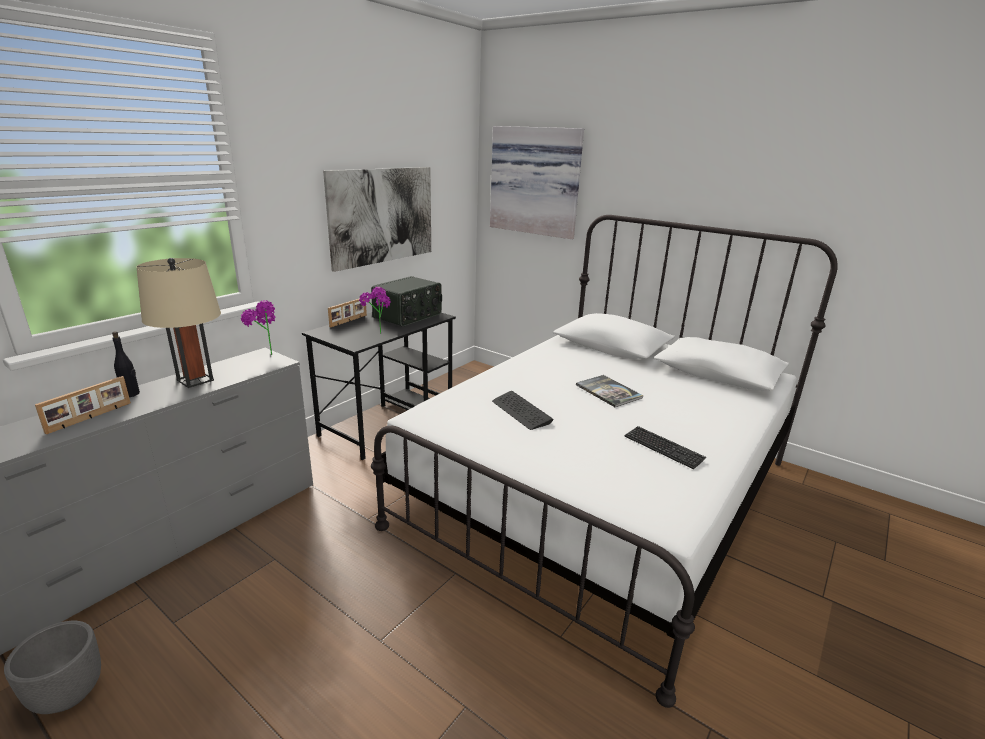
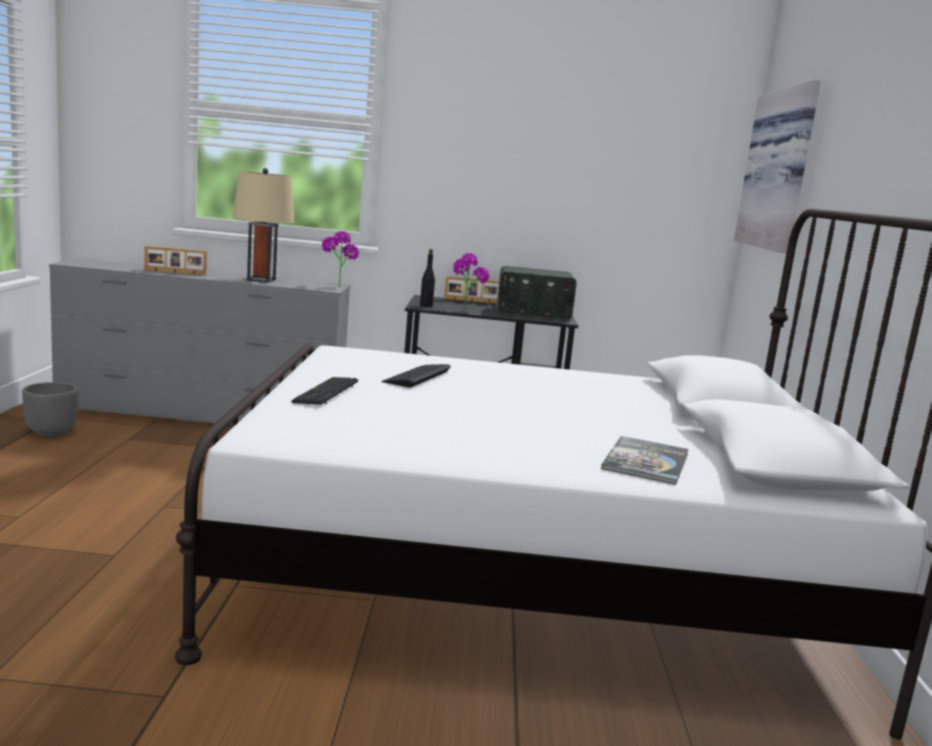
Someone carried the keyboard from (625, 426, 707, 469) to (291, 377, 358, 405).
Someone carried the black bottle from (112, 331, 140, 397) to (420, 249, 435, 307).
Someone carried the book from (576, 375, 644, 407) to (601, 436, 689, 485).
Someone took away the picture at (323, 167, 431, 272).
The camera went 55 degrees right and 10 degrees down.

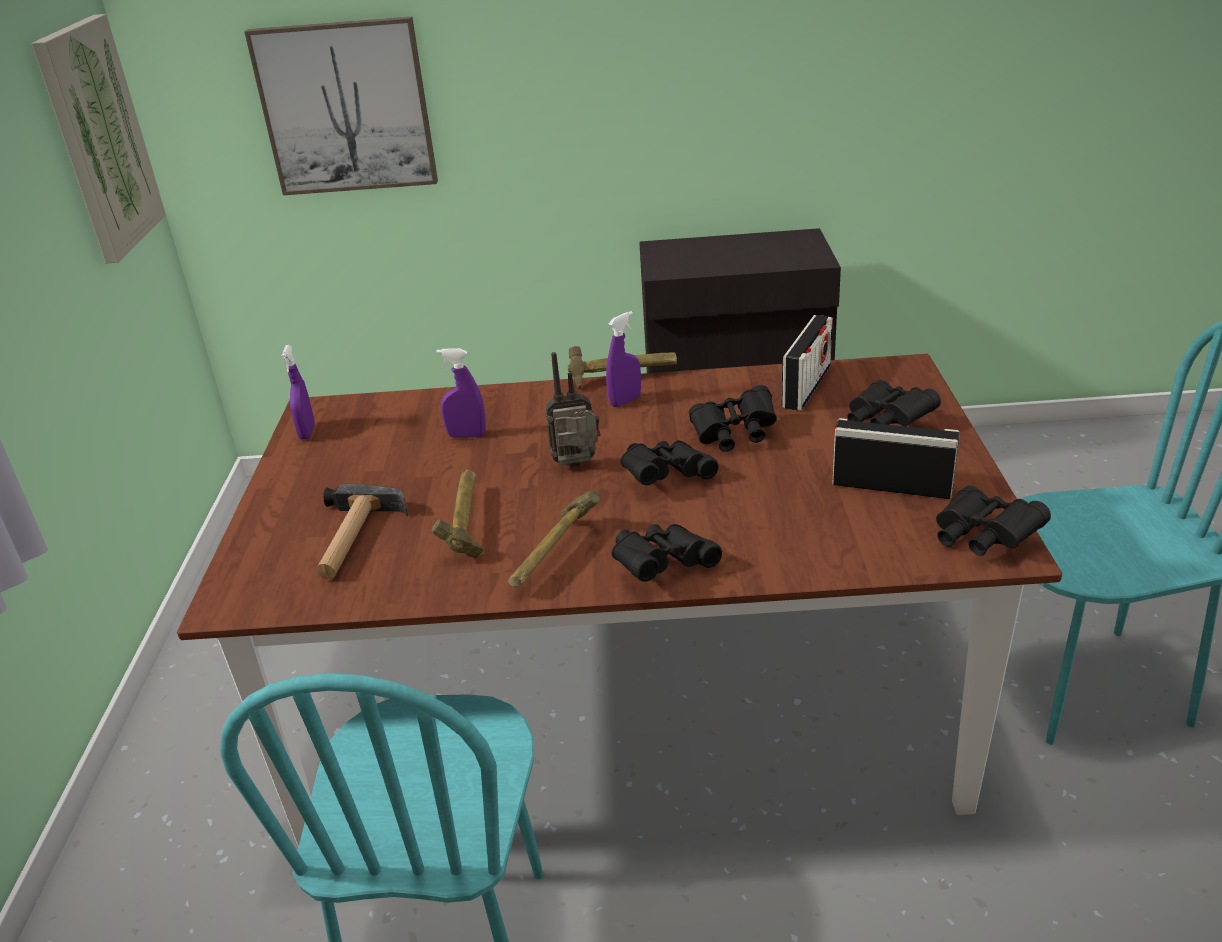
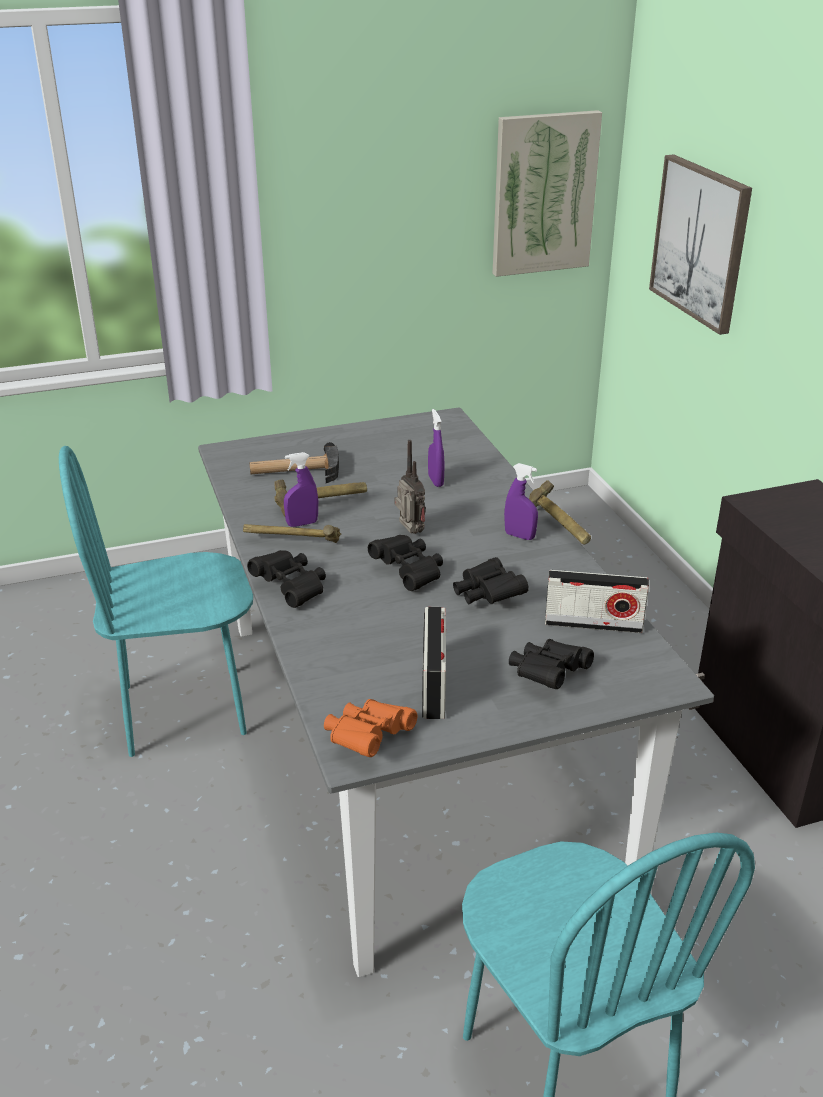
Someone repainted the brown dining table at (177, 354, 1062, 847), which became the grey dining table at (198, 407, 714, 977).
Someone carried the purple spray bottle from (281, 345, 315, 439) to (284, 452, 318, 527).
Someone repainted the black binoculars at (936, 486, 1051, 556), which became the orange binoculars at (324, 699, 417, 757).
The camera went 70 degrees right and 0 degrees up.

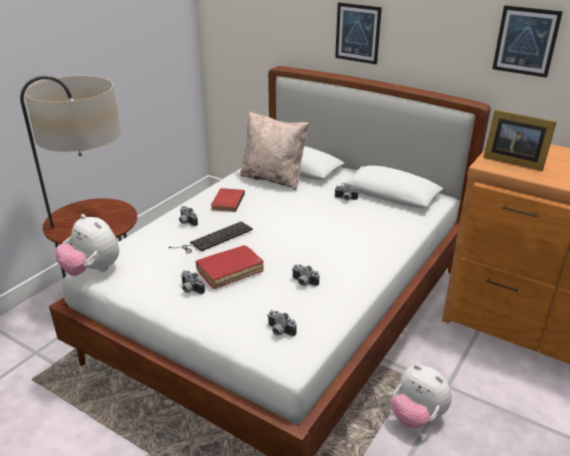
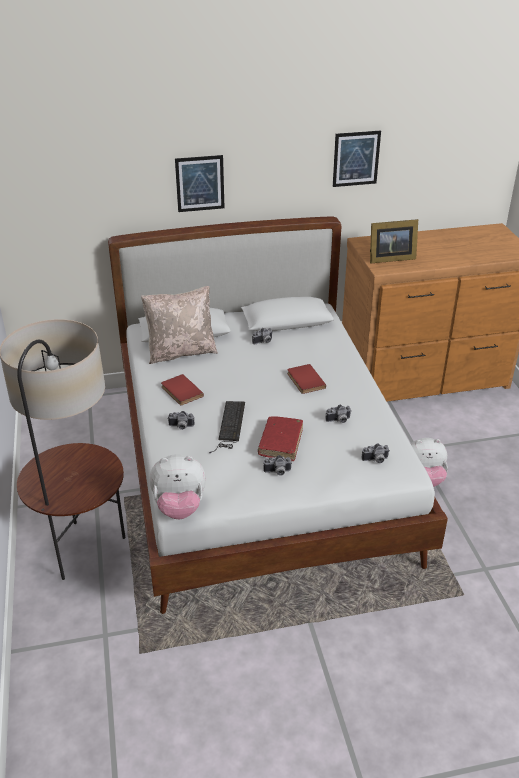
Someone put down the red book at (287, 364, 326, 394).
The camera went 45 degrees left and 5 degrees up.

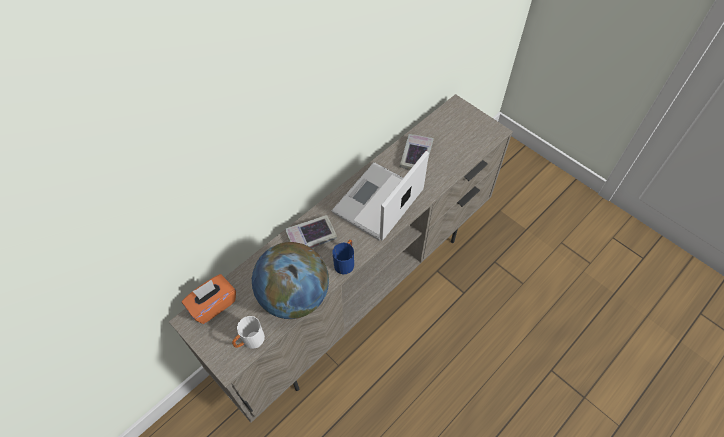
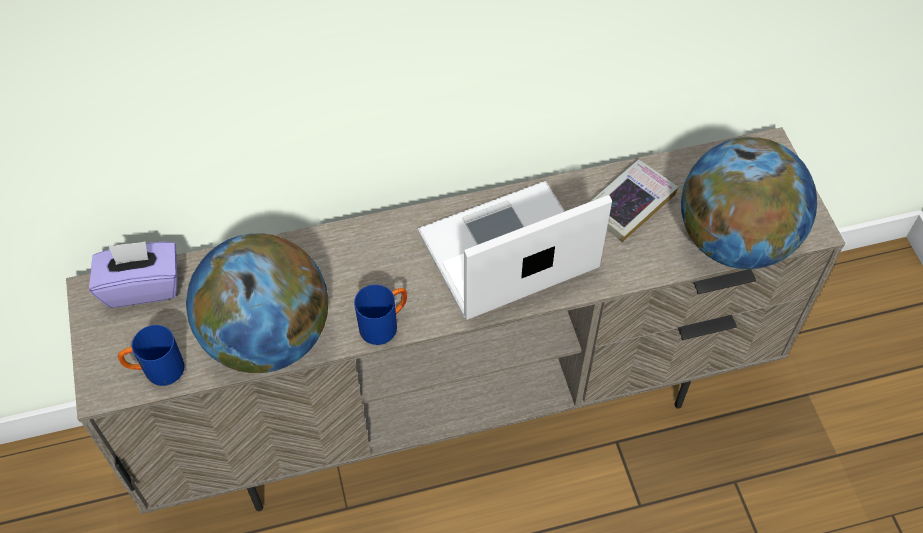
Someone repainted the orange tissue box at (182, 274, 236, 324), which became the purple tissue box at (89, 242, 177, 308).
Someone repainted the white mug at (232, 316, 265, 349), which became the blue mug at (118, 325, 185, 386).
Someone put down the globe at (681, 137, 817, 269).
Someone took away the book at (285, 215, 337, 248).
The camera went 30 degrees right and 0 degrees up.

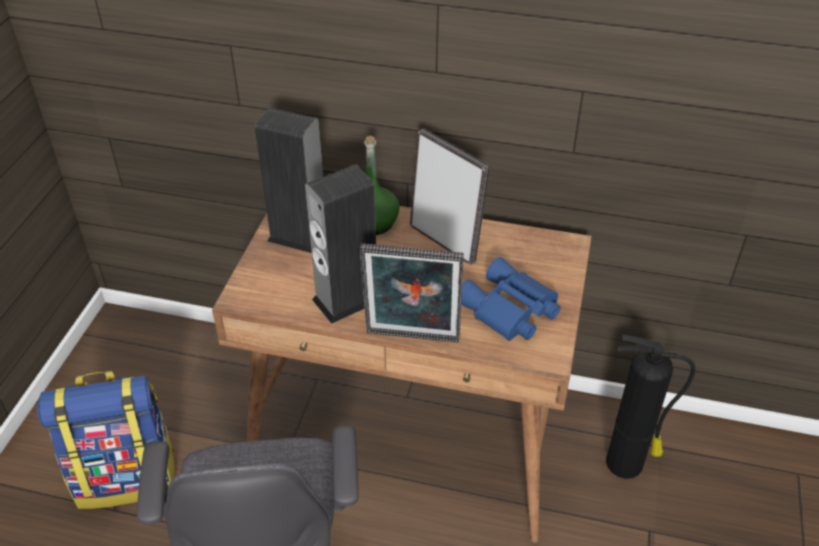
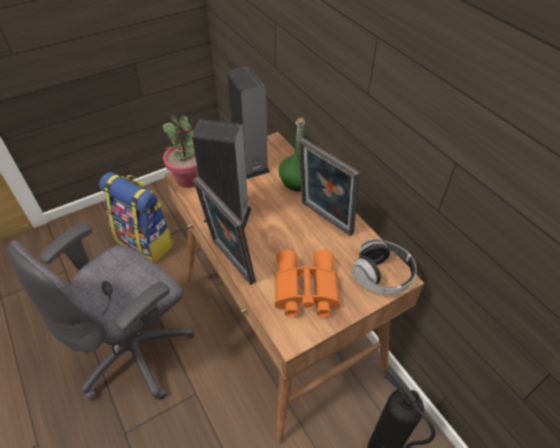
Someone put down the potted plant at (163, 116, 199, 188).
Someone repainted the blue binoculars at (461, 257, 561, 341), which became the orange binoculars at (275, 250, 340, 317).
Someone rotated the picture frame at (410, 129, 490, 265) by 135 degrees clockwise.
Someone put down the headphones at (352, 239, 416, 295).
The camera went 45 degrees right and 5 degrees up.

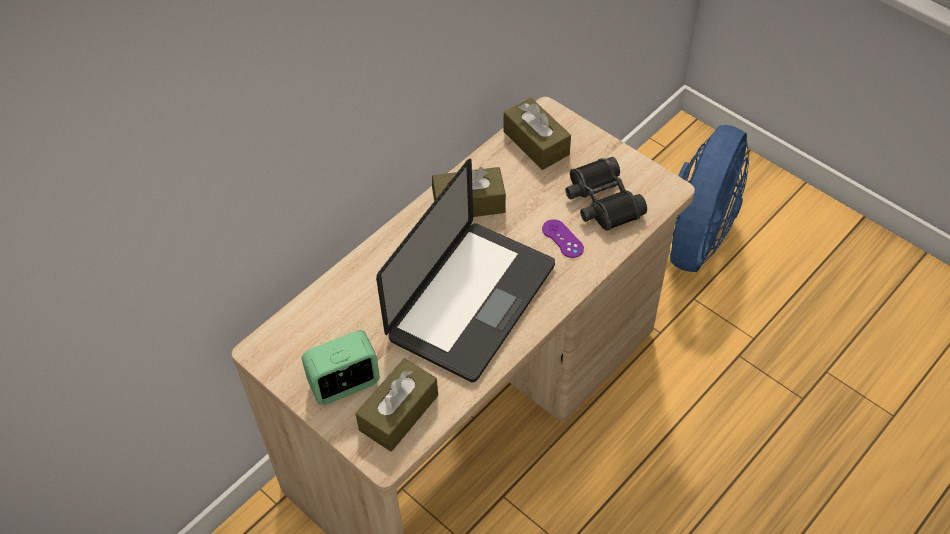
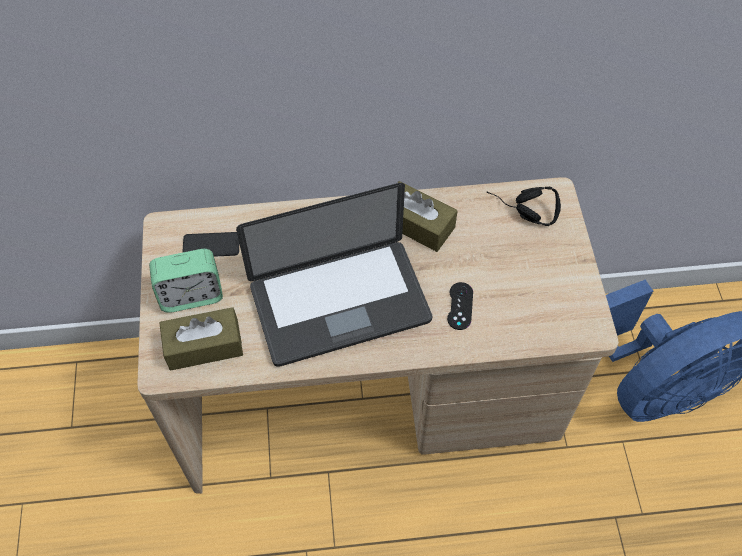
Someone rotated the alarm clock at (302, 331, 380, 405) by 150 degrees clockwise.
Someone put down the phone at (182, 232, 239, 257).
Someone repainted the purple game controller at (542, 219, 584, 258), which became the black game controller at (447, 282, 473, 330).
Someone swapped the brown tissue box at (504, 98, 571, 170) for the black headphones at (487, 187, 561, 226).
Someone took away the black binoculars at (565, 157, 647, 231).
The camera went 40 degrees right and 5 degrees up.

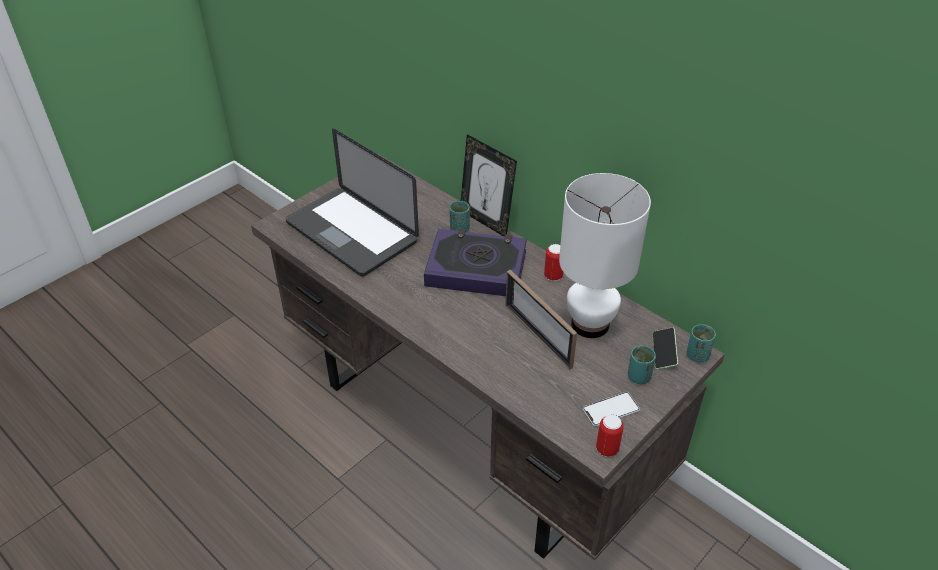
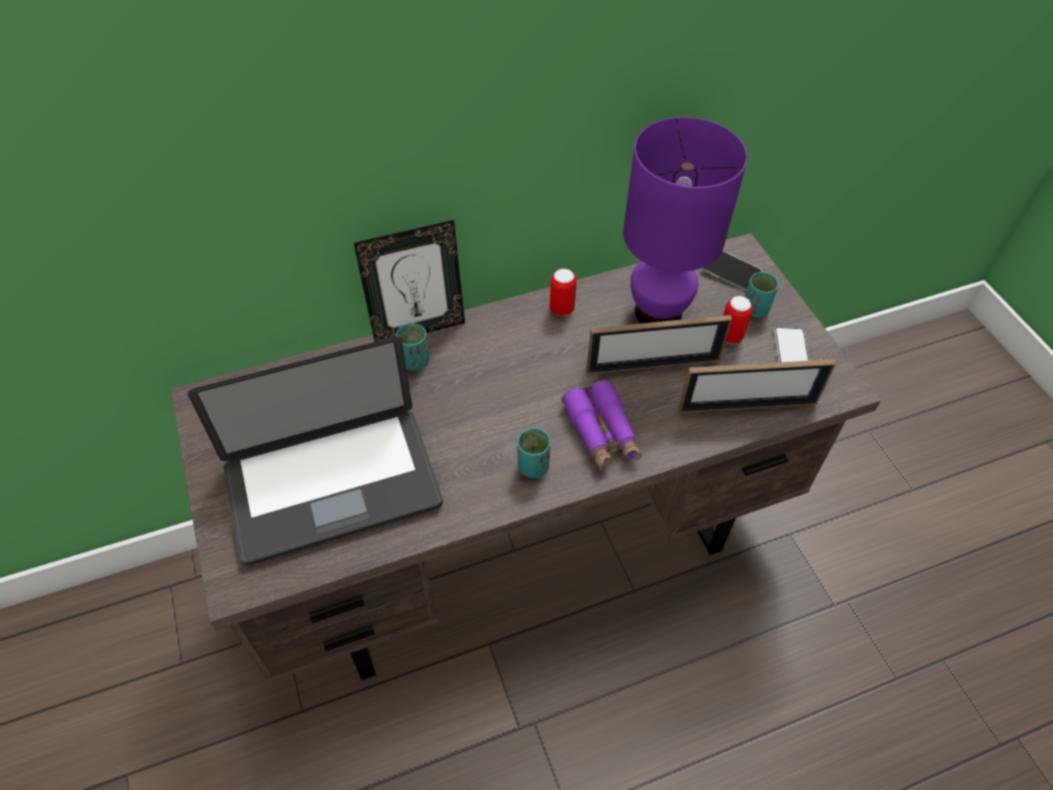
Someone carried the turquoise cup from (687, 324, 716, 362) to (517, 428, 550, 478).
Someone put down the purple binoculars at (562, 380, 642, 471).
Someone repainted the white table lamp at (559, 173, 651, 338), which became the purple table lamp at (623, 117, 747, 323).
Someone put down the picture frame at (678, 359, 836, 413).
Someone carried the can from (596, 415, 624, 457) to (723, 296, 753, 344).
Someone took away the book at (424, 229, 527, 296).
The camera went 65 degrees left and 10 degrees up.

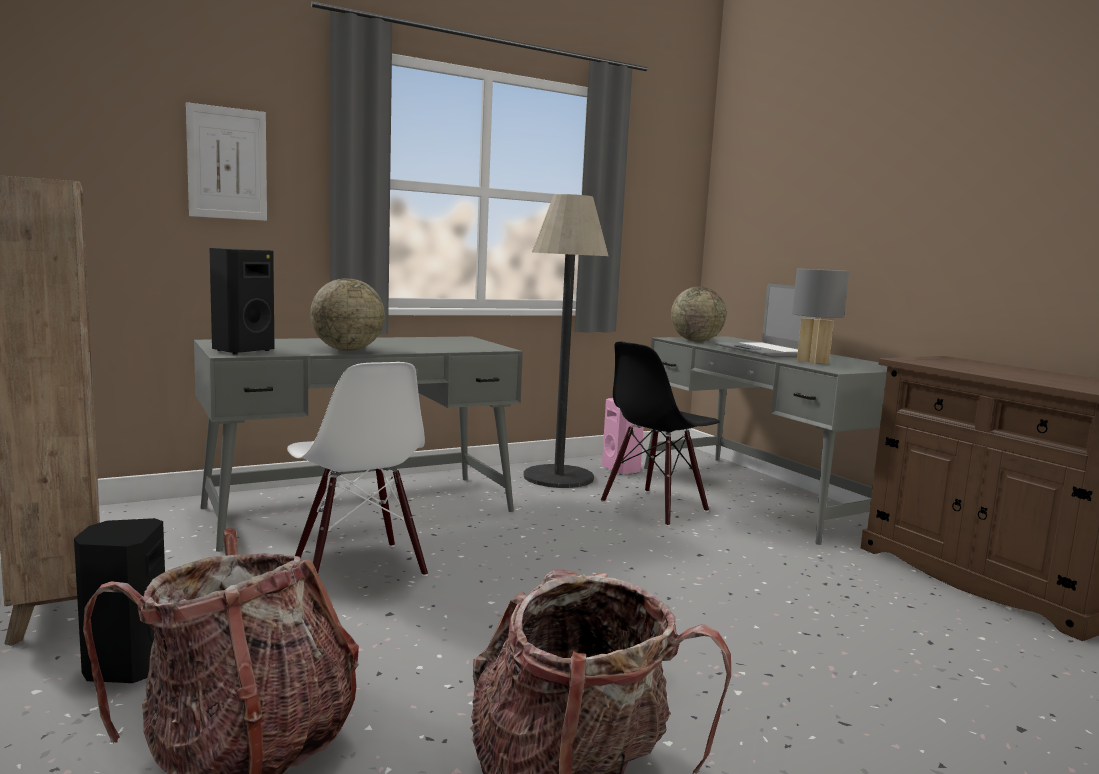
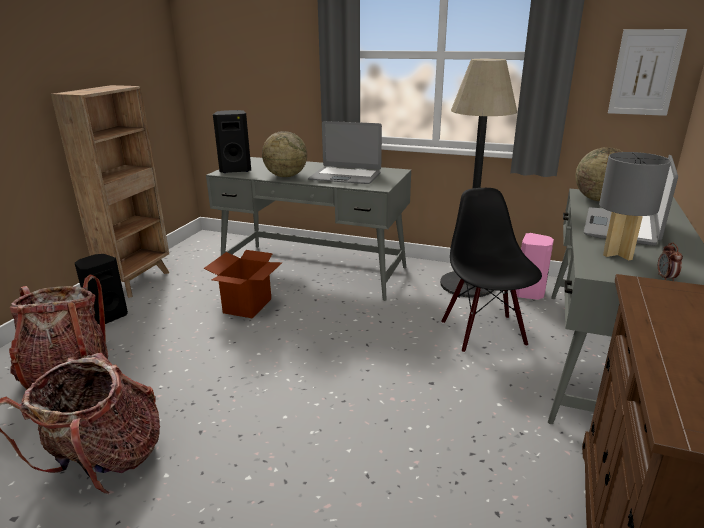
Someone swapped the white chair at (287, 362, 428, 576) for the cardboard box at (204, 250, 283, 318).
Someone put down the laptop at (308, 121, 382, 184).
Someone rotated the black chair at (601, 342, 720, 526) by 75 degrees clockwise.
Someone carried the picture from (186, 102, 267, 221) to (608, 29, 687, 116).
Someone put down the alarm clock at (658, 242, 683, 281).
The camera went 50 degrees right and 15 degrees up.

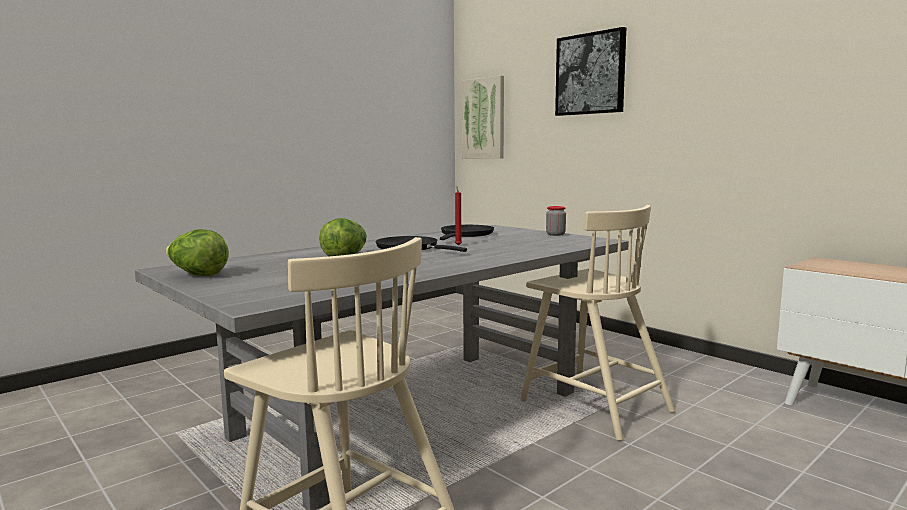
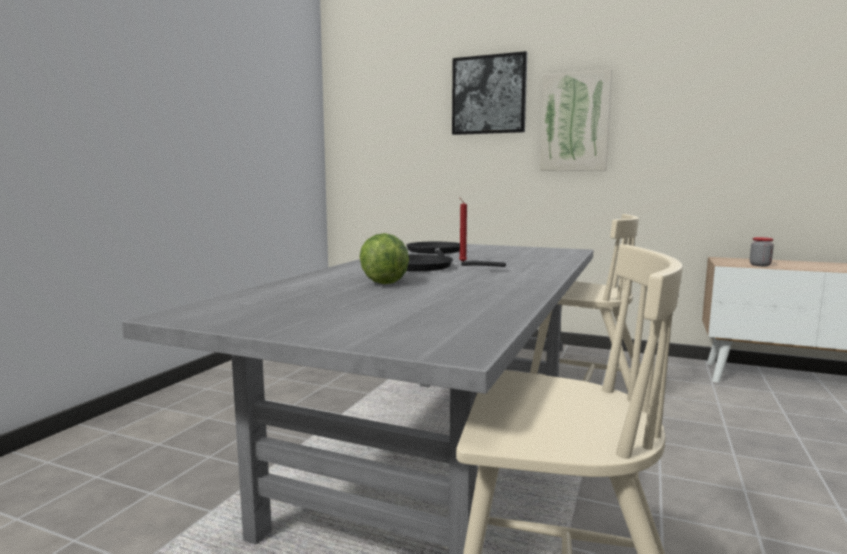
Someone carried the picture from (462, 75, 504, 159) to (540, 70, 612, 171).
Someone carried the jar from (546, 206, 566, 236) to (750, 237, 774, 266).
Someone took away the lettuce at (166, 229, 229, 276).
The camera went 25 degrees left and 0 degrees up.

